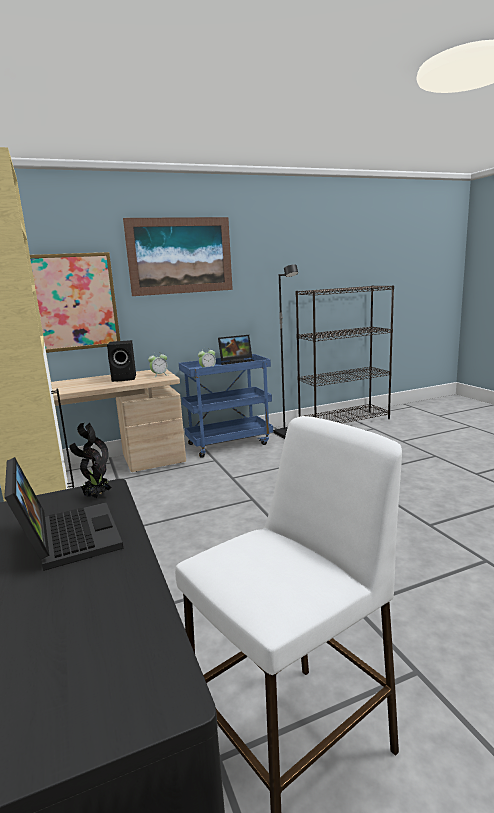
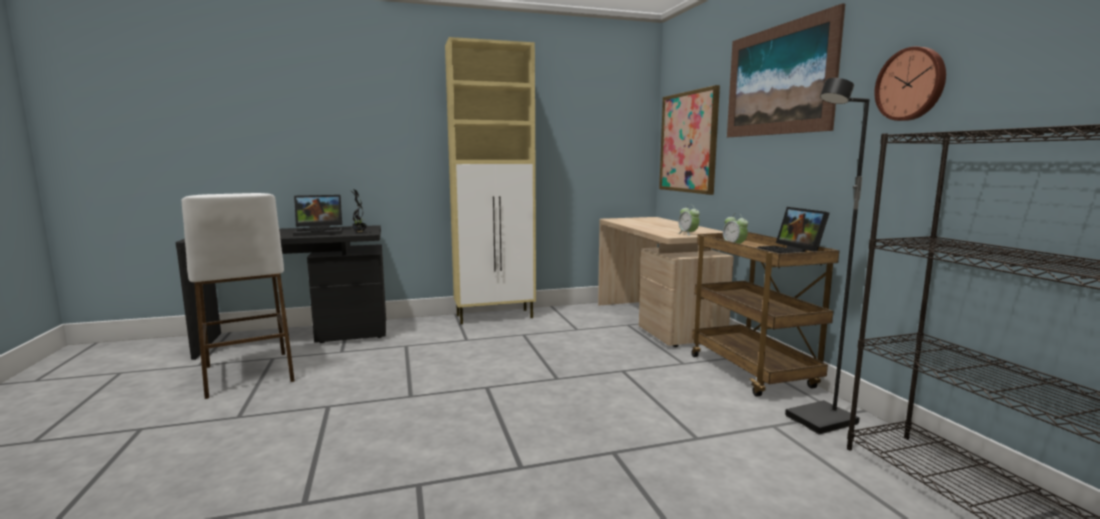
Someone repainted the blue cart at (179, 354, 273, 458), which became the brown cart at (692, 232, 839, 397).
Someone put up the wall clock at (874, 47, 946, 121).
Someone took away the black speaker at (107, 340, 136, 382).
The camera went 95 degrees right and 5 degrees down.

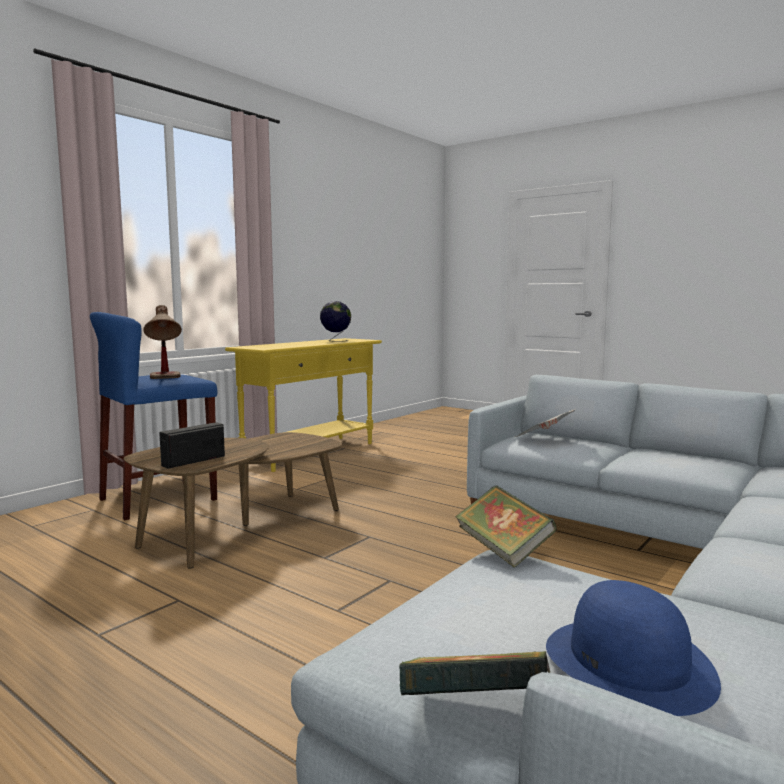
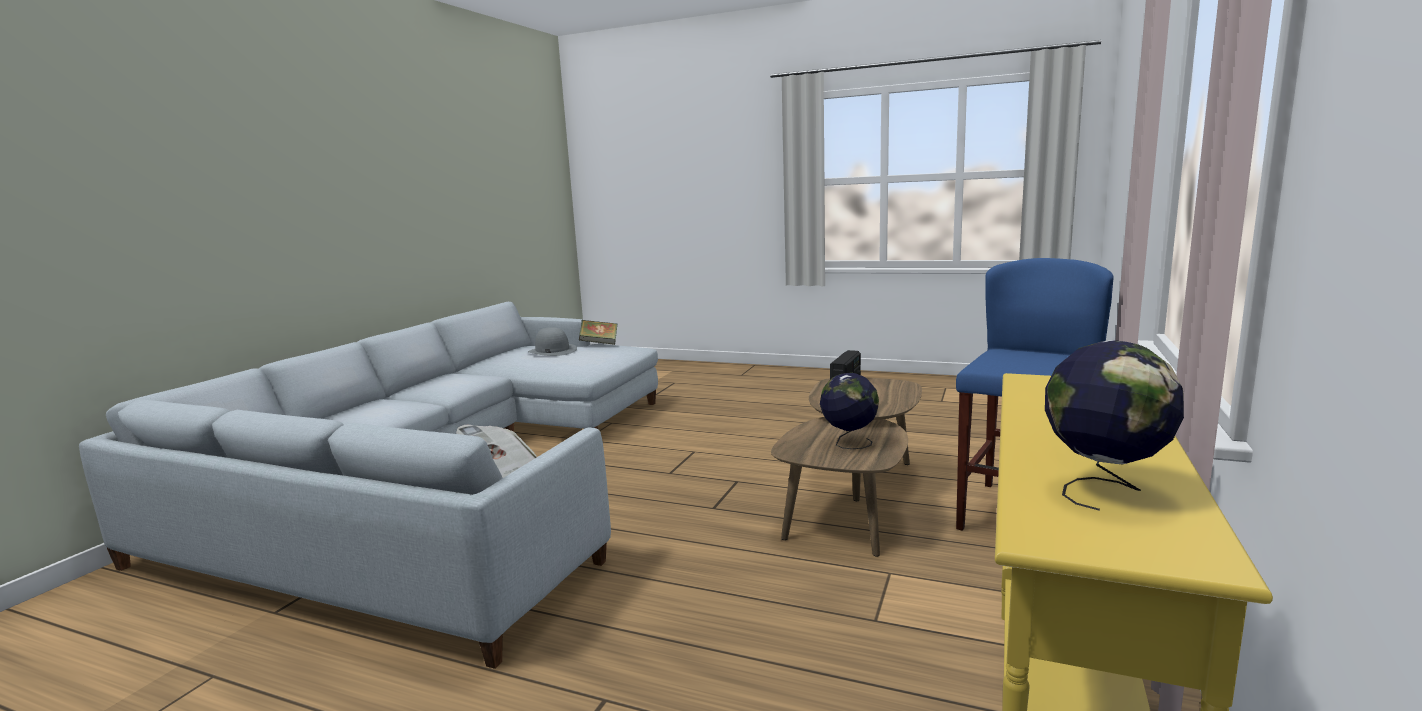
Someone repainted the blue hat at (546, 580, 721, 716), which became the grey hat at (528, 327, 577, 356).
Someone put down the globe at (820, 373, 879, 449).
Someone took away the table lamp at (144, 305, 182, 379).
Someone took away the book at (456, 485, 556, 568).
The camera went 165 degrees right and 5 degrees up.

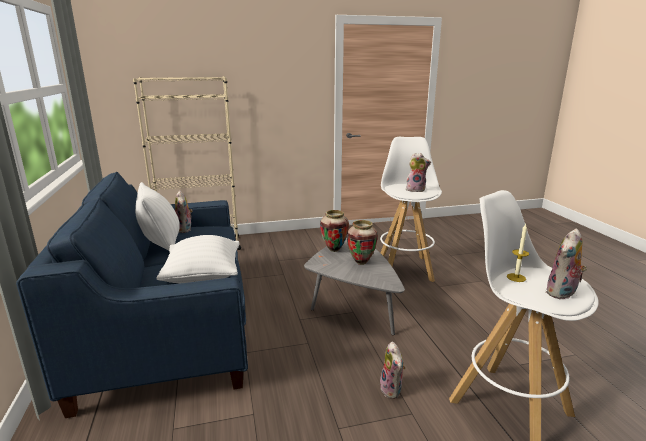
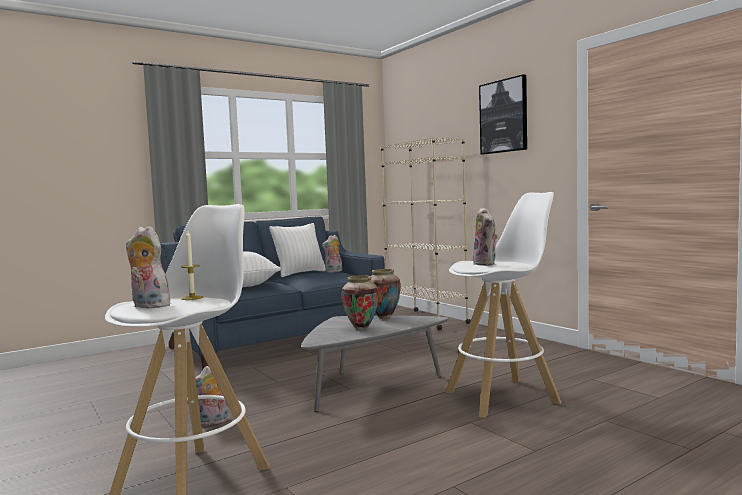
Someone put up the picture at (479, 74, 527, 155).
The camera went 70 degrees right and 15 degrees down.

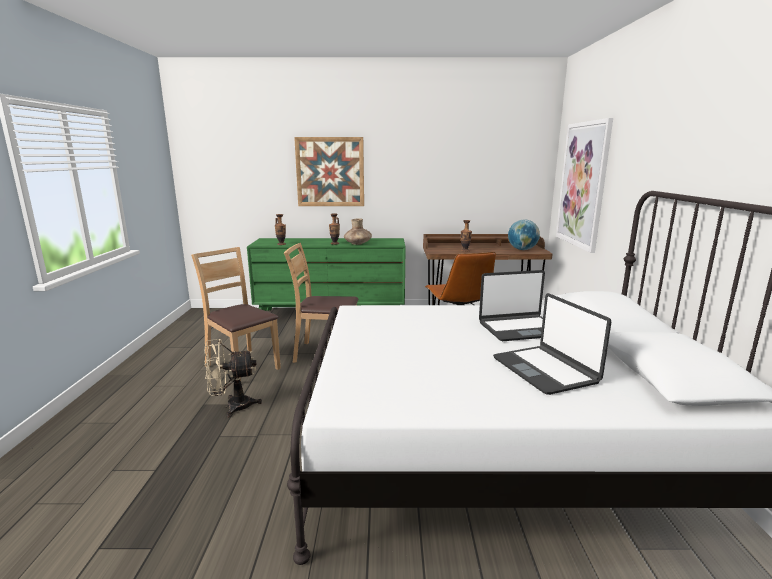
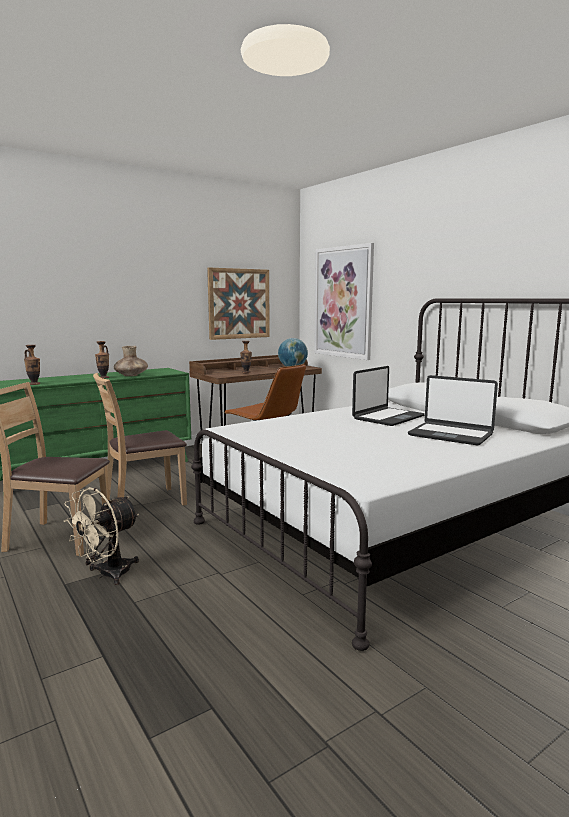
Someone carried the picture from (294, 137, 364, 206) to (207, 267, 270, 340).
The camera went 35 degrees left and 5 degrees down.

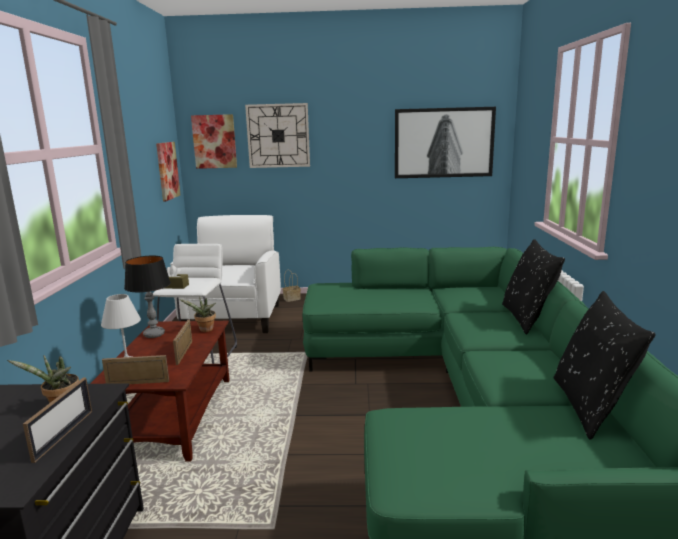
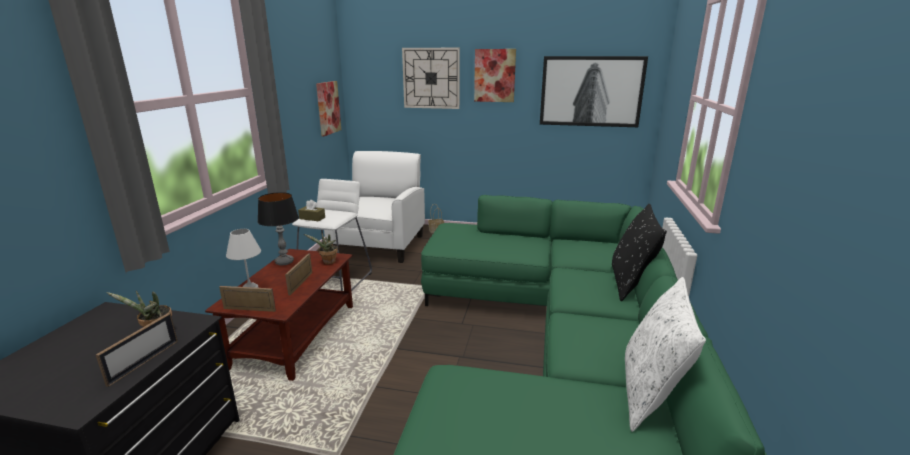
Someone carried the picture from (191, 114, 237, 169) to (474, 49, 516, 102).
Someone repainted the black pillow at (554, 291, 655, 440), which became the white pillow at (625, 277, 706, 432).
The camera went 10 degrees right and 5 degrees up.

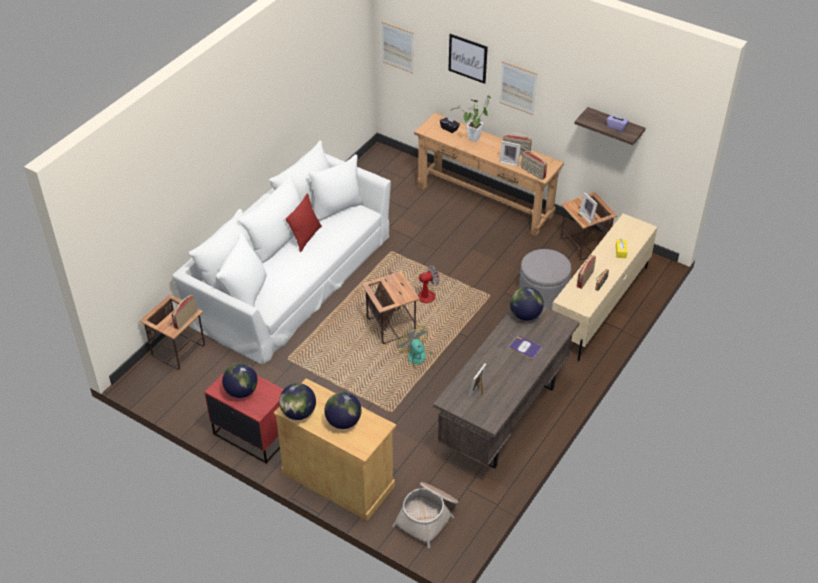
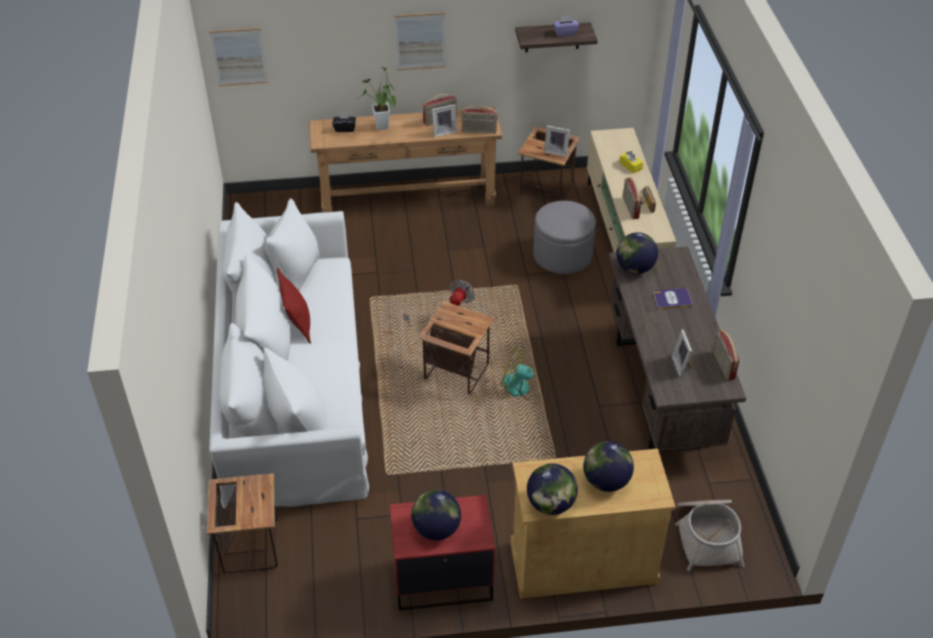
Someone carried the radio from (171, 295, 197, 330) to (713, 330, 739, 380).
Someone took away the picture at (448, 34, 488, 84).
The camera went 40 degrees left and 0 degrees up.

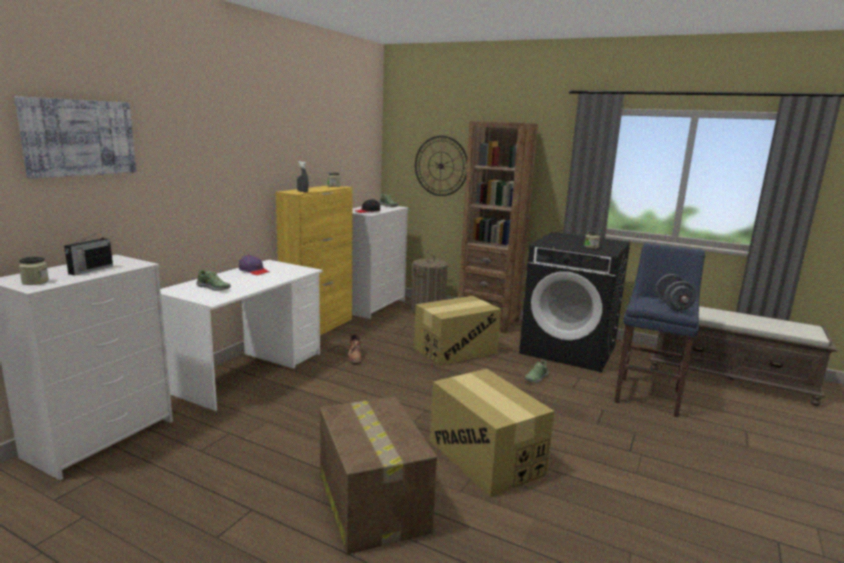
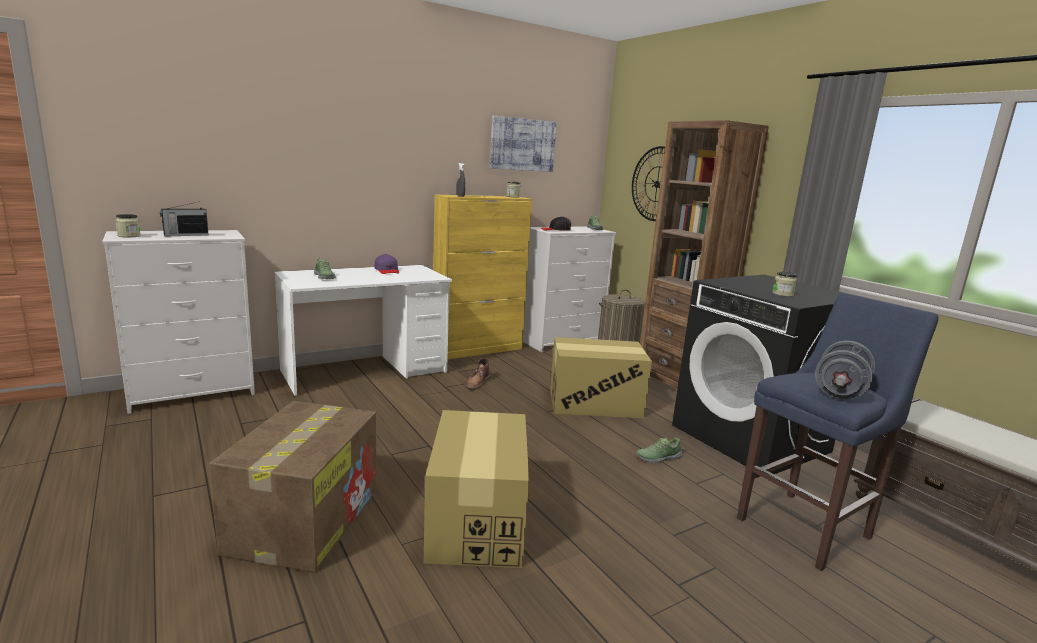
Someone carried the picture from (14, 96, 136, 179) to (490, 116, 557, 172).
The camera went 30 degrees right and 0 degrees up.

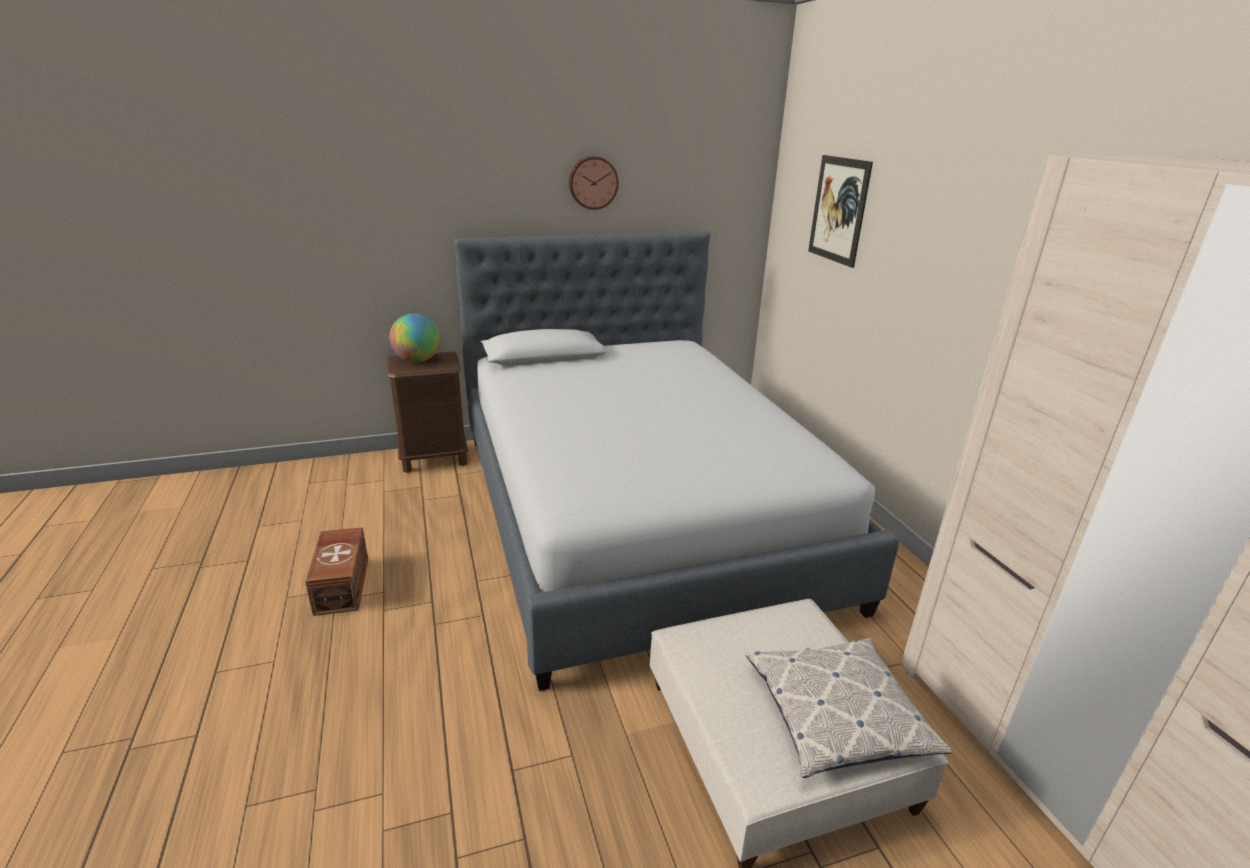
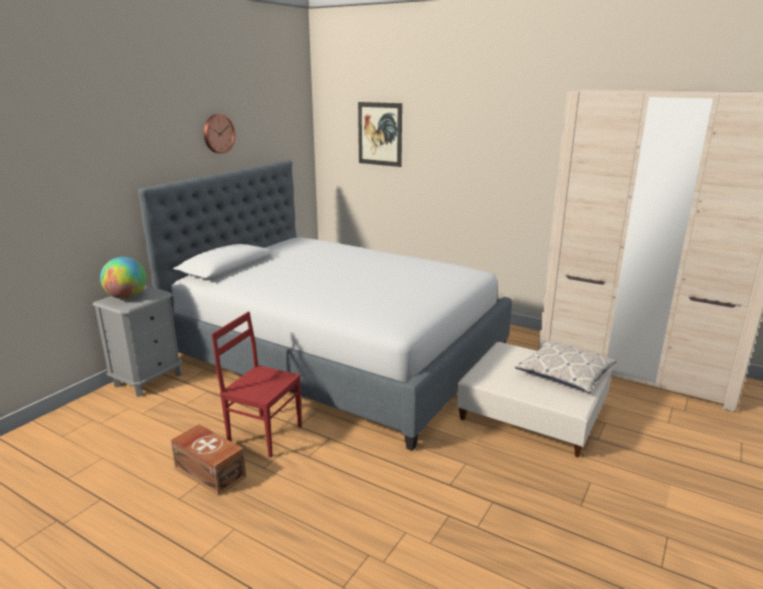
Someone repainted the brown nightstand at (387, 351, 468, 473), which became the grey nightstand at (93, 285, 182, 397).
Someone put down the red chair at (211, 312, 302, 458).
The camera went 40 degrees left and 5 degrees down.

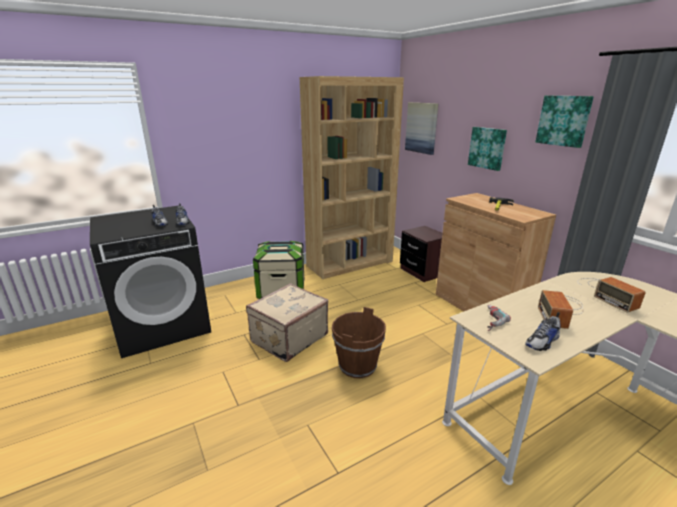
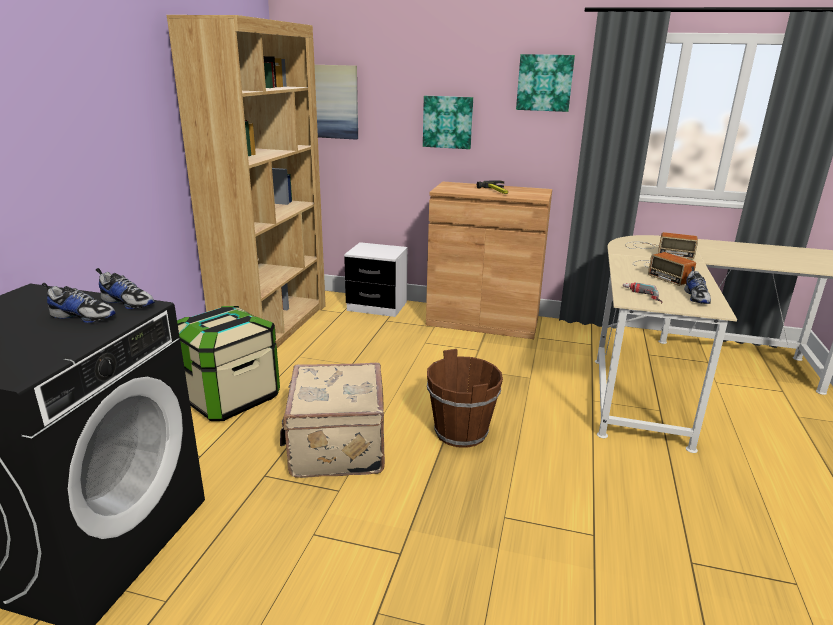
Someone repainted the brown nightstand at (400, 226, 442, 282), which became the white nightstand at (344, 242, 408, 317).
The camera went 45 degrees left and 0 degrees up.

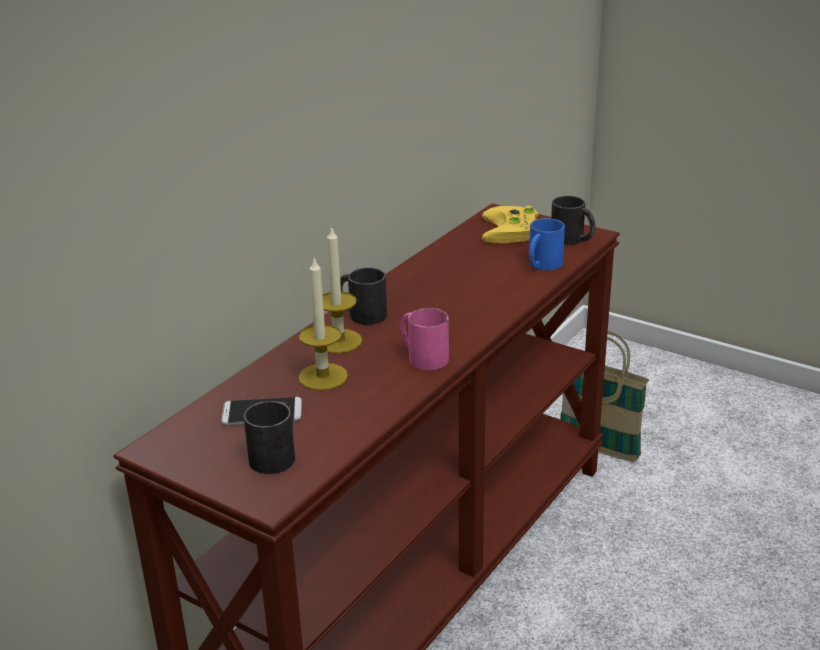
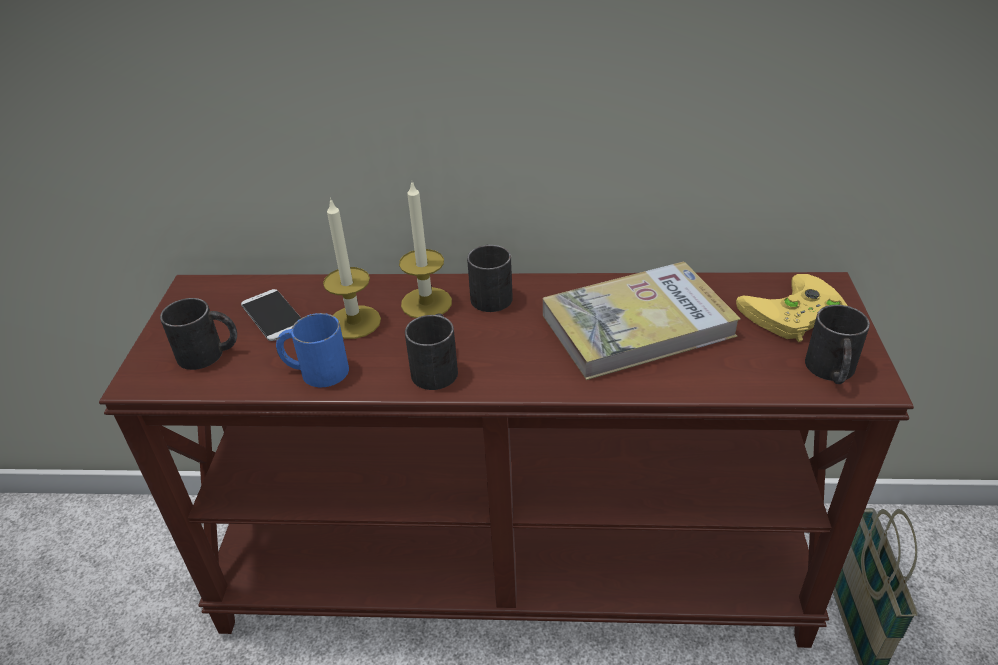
Someone carried the blue mug from (529, 218, 565, 270) to (276, 313, 349, 387).
Someone repainted the pink mug at (400, 308, 449, 370), which became the black mug at (405, 313, 458, 390).
Someone put down the book at (543, 262, 741, 380).
The camera went 60 degrees right and 10 degrees up.

